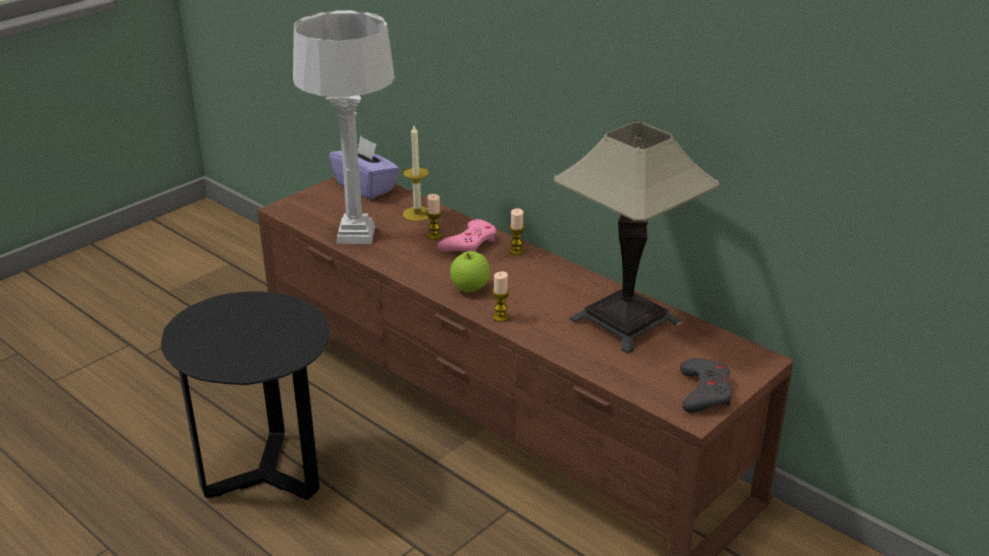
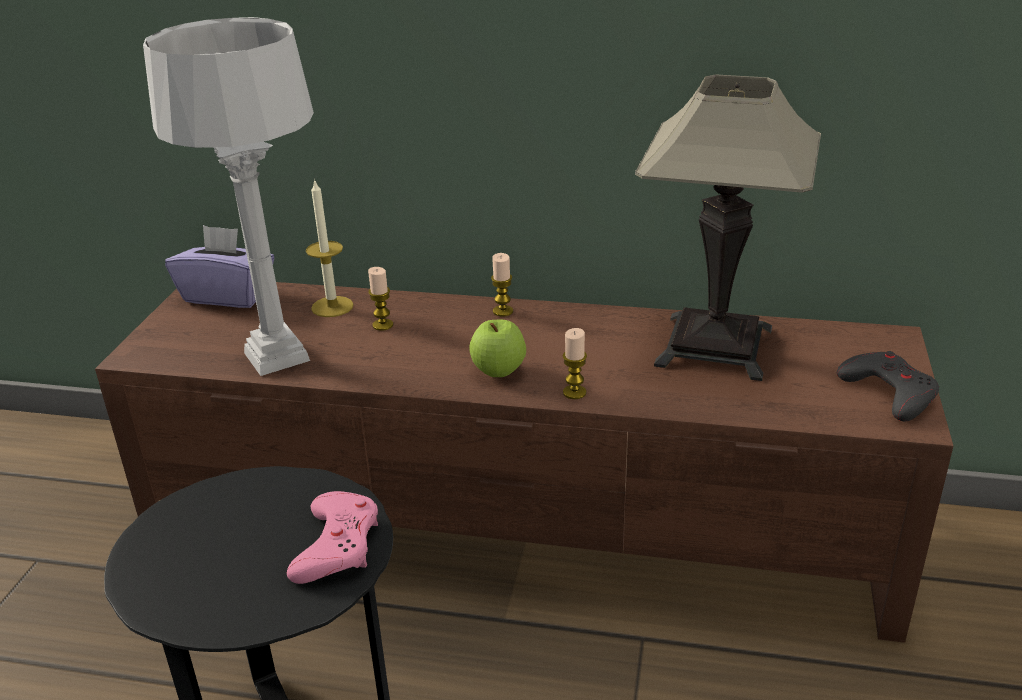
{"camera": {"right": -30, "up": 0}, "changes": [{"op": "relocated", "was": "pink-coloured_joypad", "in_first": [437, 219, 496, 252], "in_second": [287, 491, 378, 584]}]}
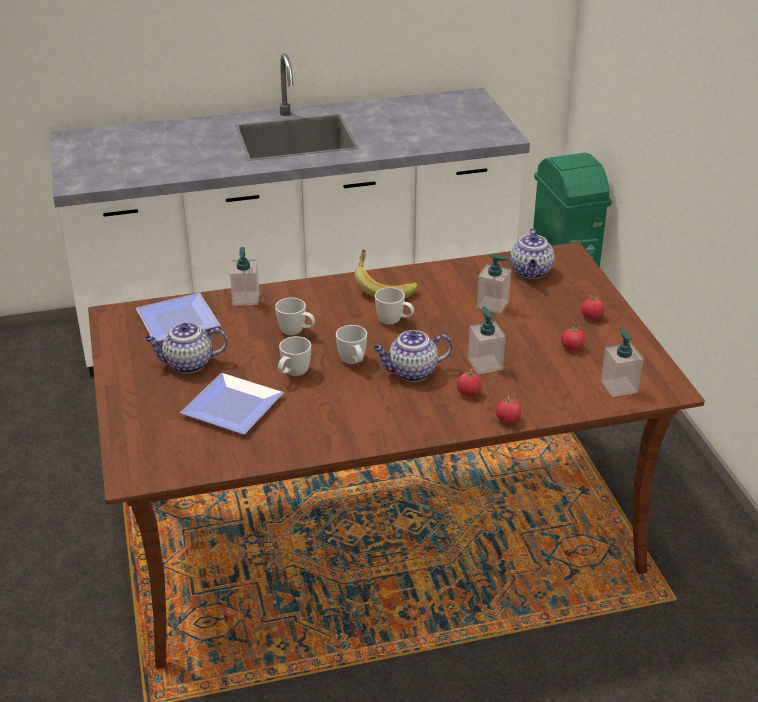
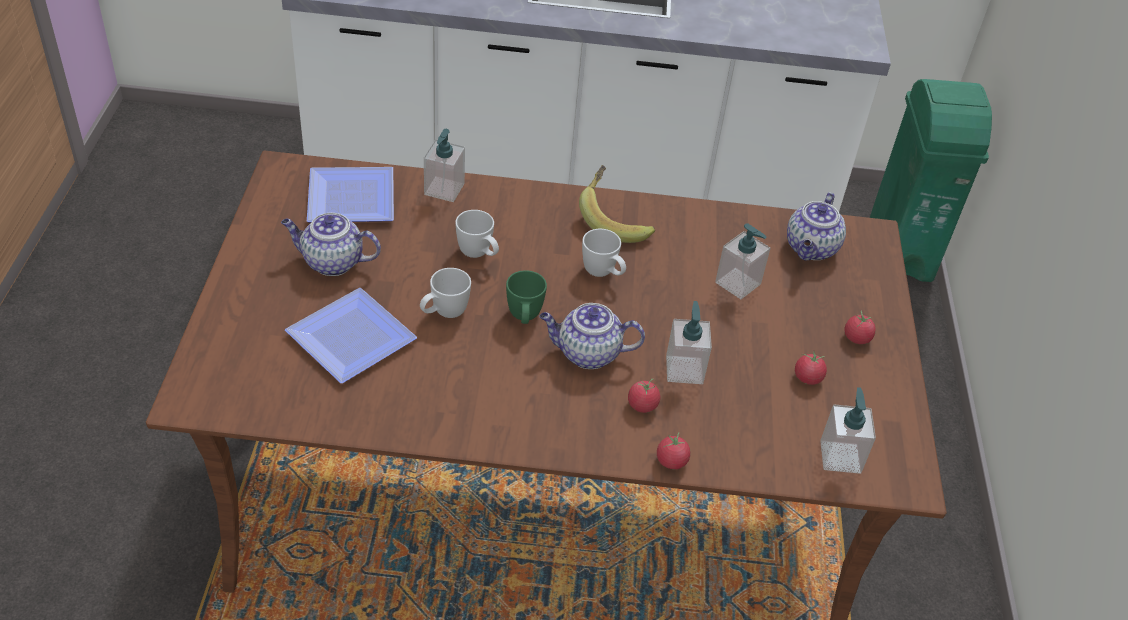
{"camera": {"right": 15, "up": 10}, "changes": [{"op": "colour", "was": "whitish_coffee_mug", "now": "greenish_coffee_mug", "in_first": [336, 325, 367, 364], "in_second": [506, 270, 547, 324]}]}
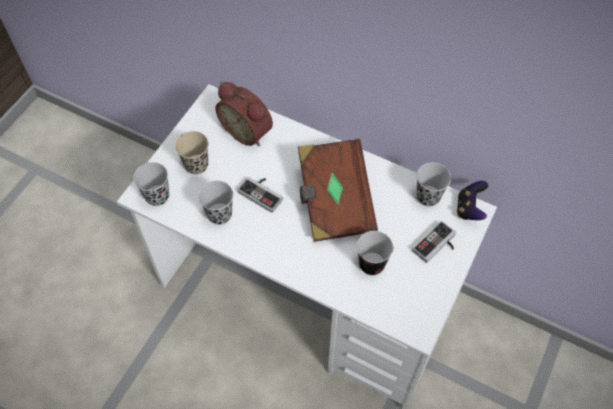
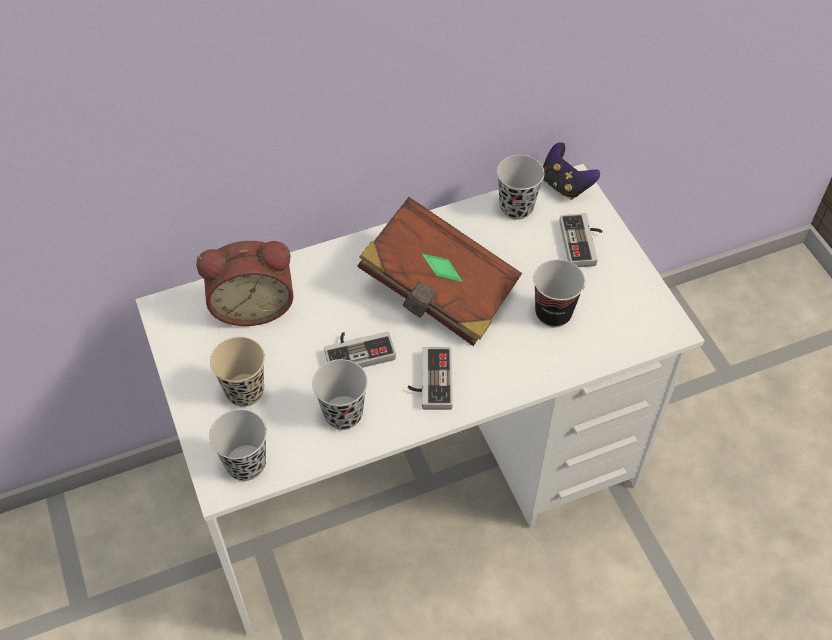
{"camera": {"right": -50, "up": -5}, "changes": [{"op": "appeared", "now": "joypad", "in_second": [407, 348, 453, 410]}]}
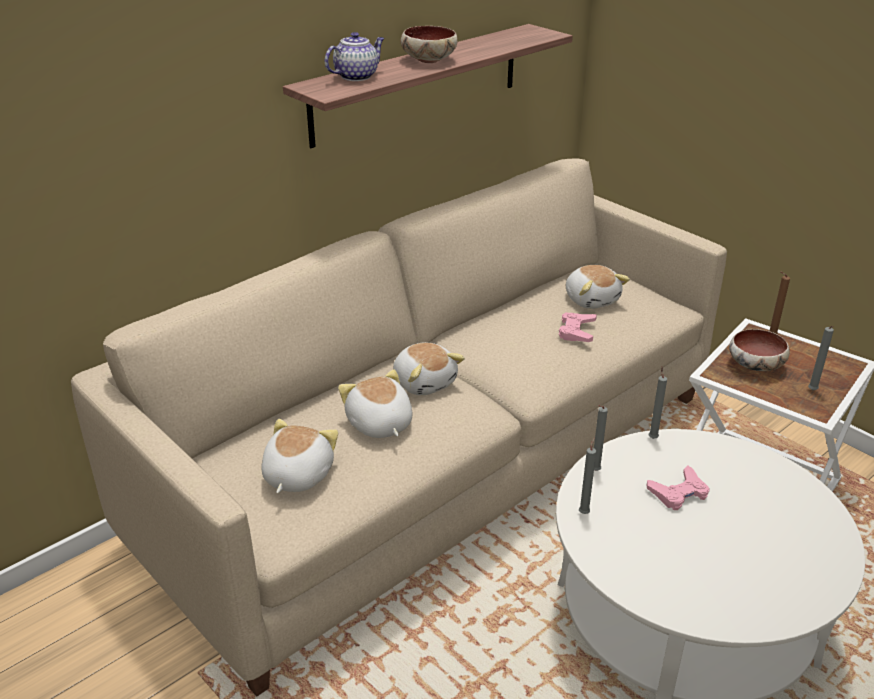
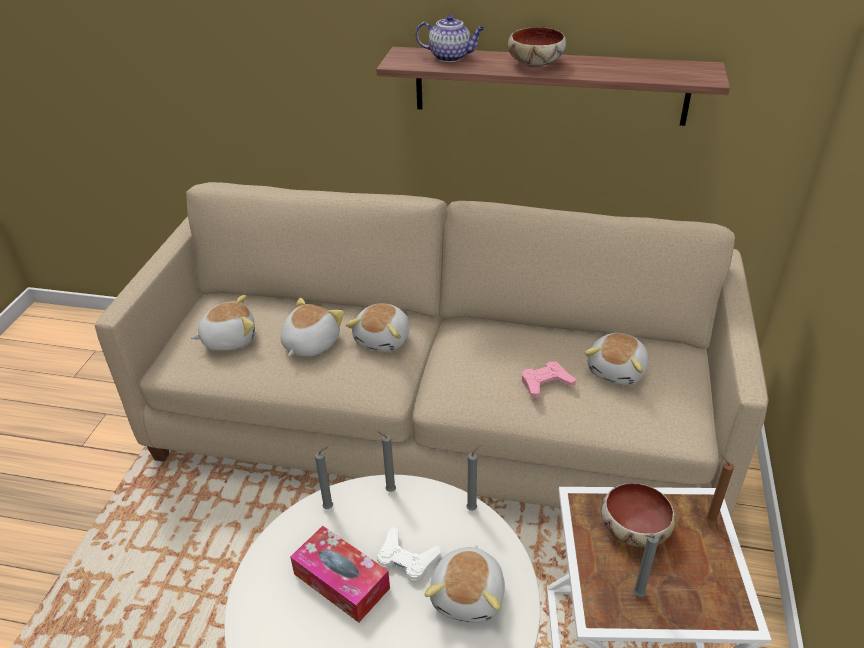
{"camera": {"right": 55, "up": 5}, "changes": [{"op": "colour", "was": "pink-coloured_joypad", "now": "whitish_joypad", "in_first": [647, 465, 710, 510], "in_second": [377, 527, 441, 582]}, {"op": "appeared", "now": "tissue_holder", "in_second": [290, 526, 390, 623]}, {"op": "appeared", "now": "soft_toy", "in_second": [425, 545, 505, 623]}]}
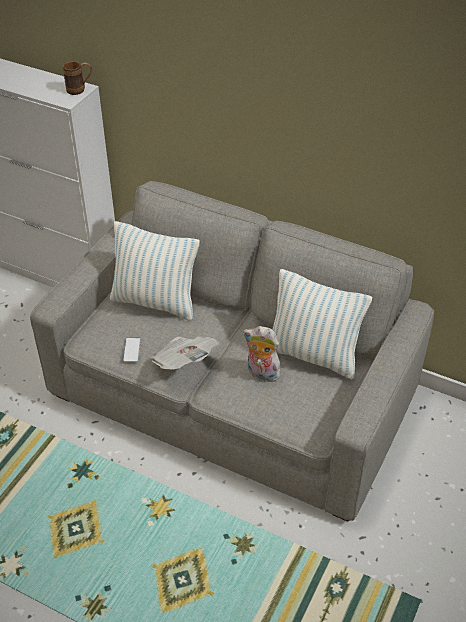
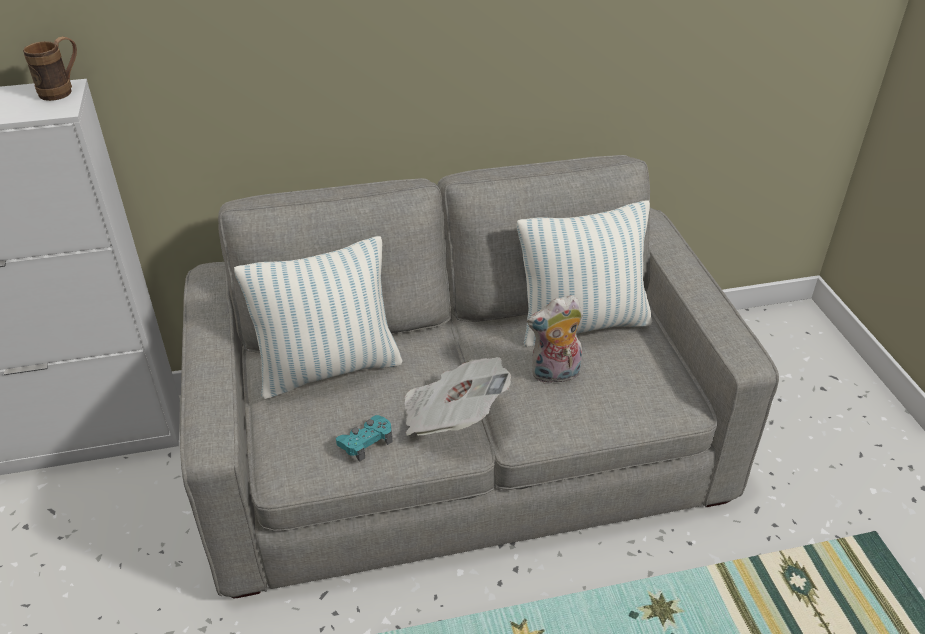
{"camera": {"right": -40, "up": -5}, "changes": [{"op": "exchanged", "was": "phone", "now": "turquoise-coloured_joypad", "in_first": [123, 338, 141, 362], "in_second": [336, 415, 393, 462]}]}
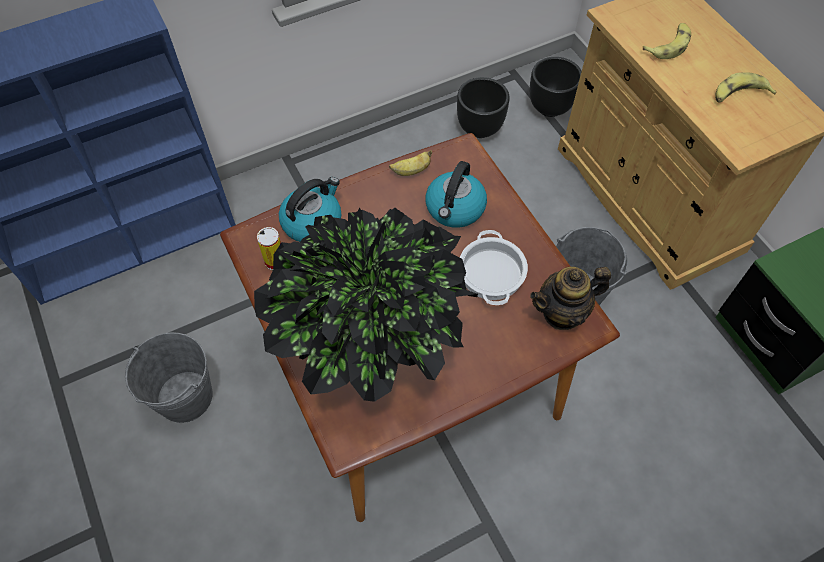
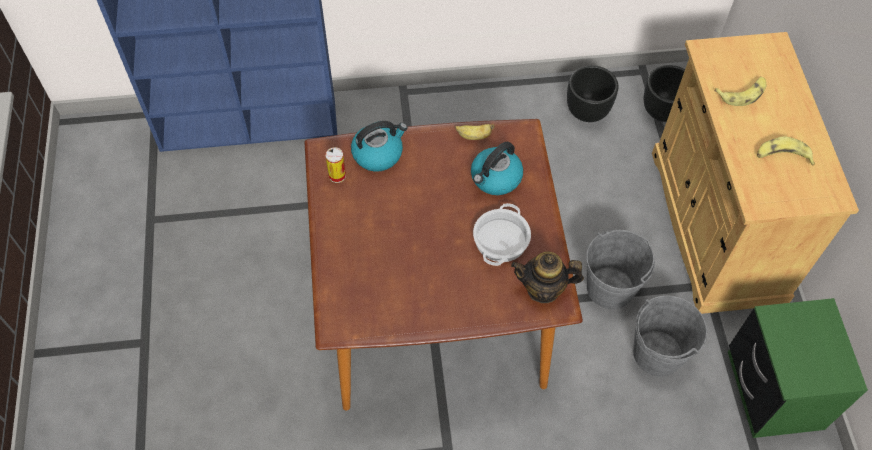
{"camera": {"right": 20, "up": 0}, "changes": [{"op": "relocated", "was": "greyish_bucket", "in_first": [125, 332, 213, 423], "in_second": [633, 295, 707, 376]}, {"op": "missing", "was": "plant_in_a_pot", "in_first": [254, 207, 478, 402]}]}
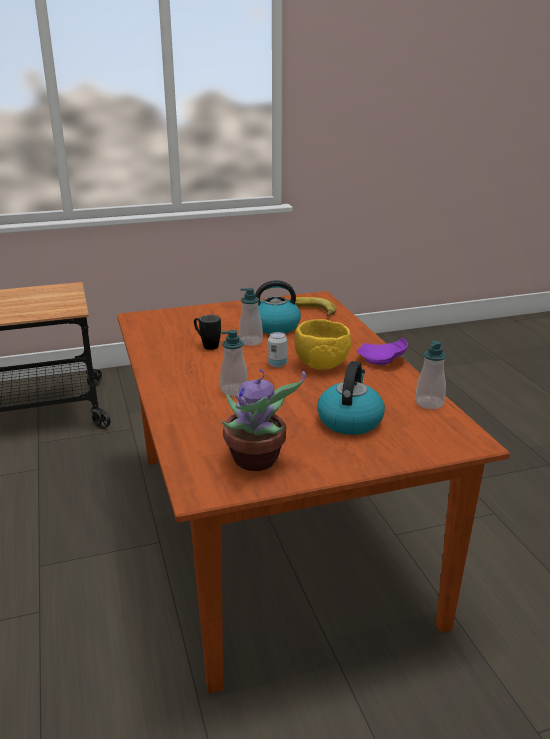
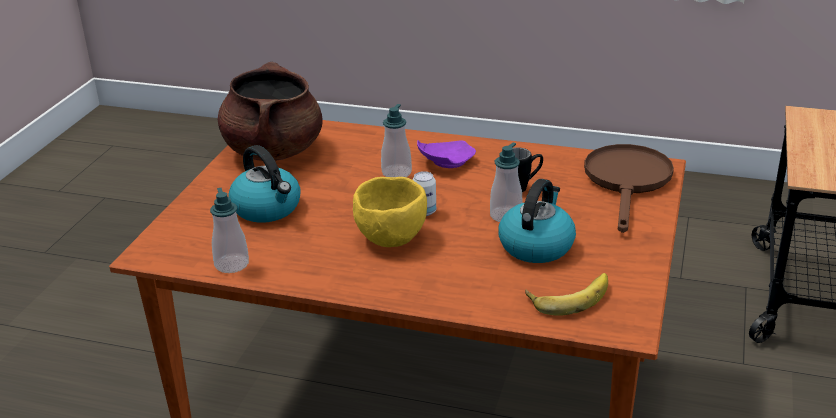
{"camera": {"right": 125, "up": 5}, "changes": [{"op": "exchanged", "was": "plant_in_a_pot", "now": "brown_saucepot", "in_first": [222, 369, 306, 471], "in_second": [218, 62, 323, 161]}, {"op": "relocated", "was": "purplish_dinner_plate", "in_first": [357, 338, 408, 365], "in_second": [417, 140, 476, 168]}, {"op": "appeared", "now": "brown_pan", "in_second": [584, 144, 674, 233]}]}
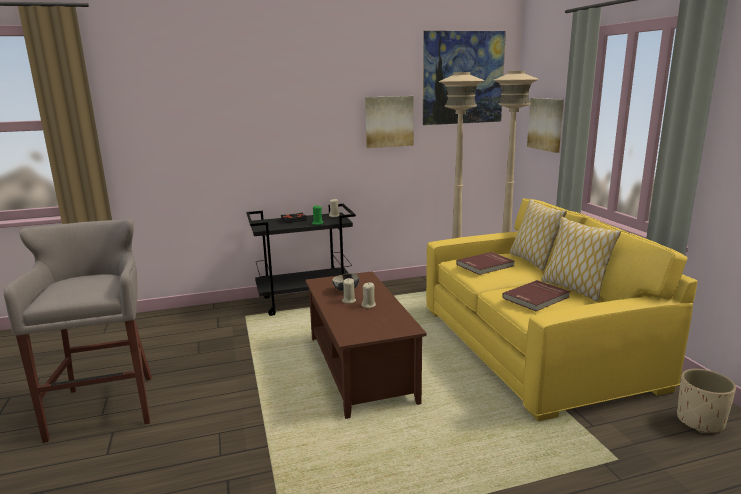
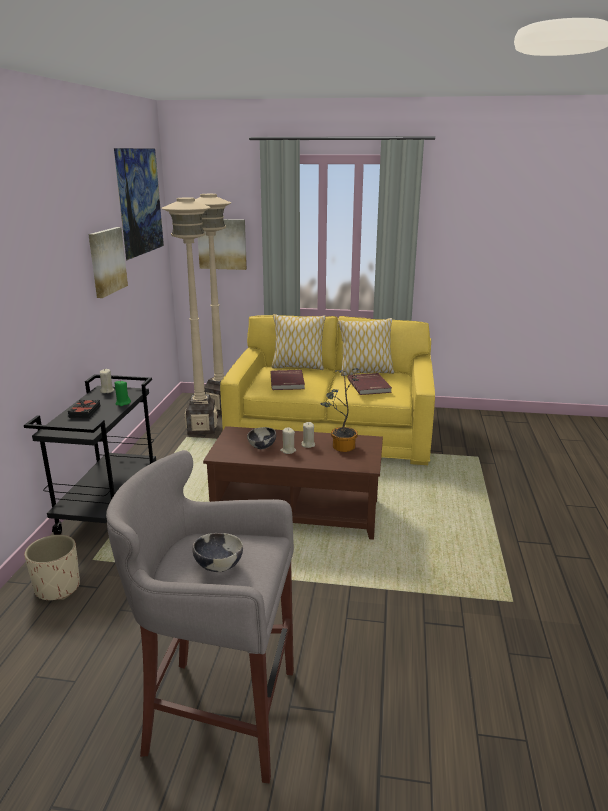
{"camera": {"right": -65, "up": 5}, "changes": [{"op": "relocated", "was": "sand-coloured_planter", "in_first": [677, 369, 736, 433], "in_second": [24, 535, 80, 600]}, {"op": "appeared", "now": "serving_bowl", "in_second": [192, 533, 243, 572]}, {"op": "appeared", "now": "plant_in_a_pot", "in_second": [320, 368, 359, 452]}]}
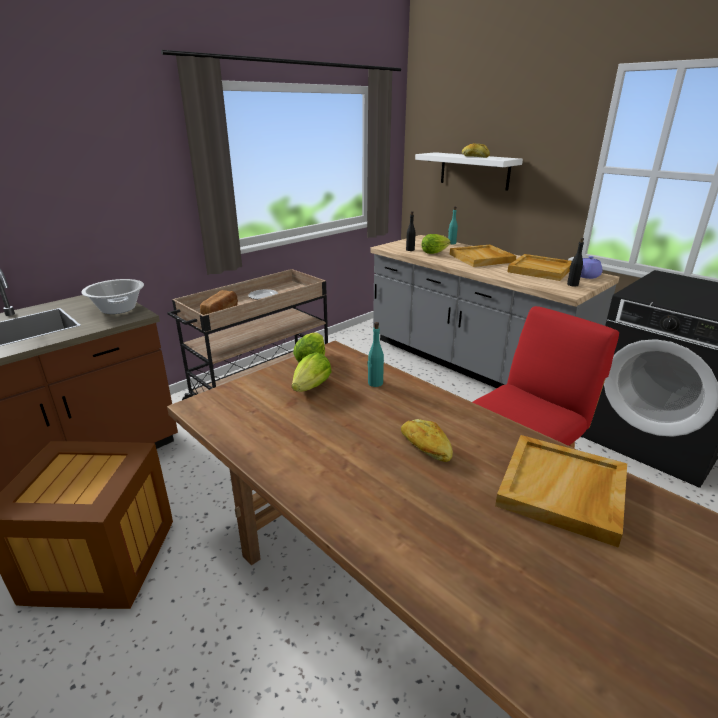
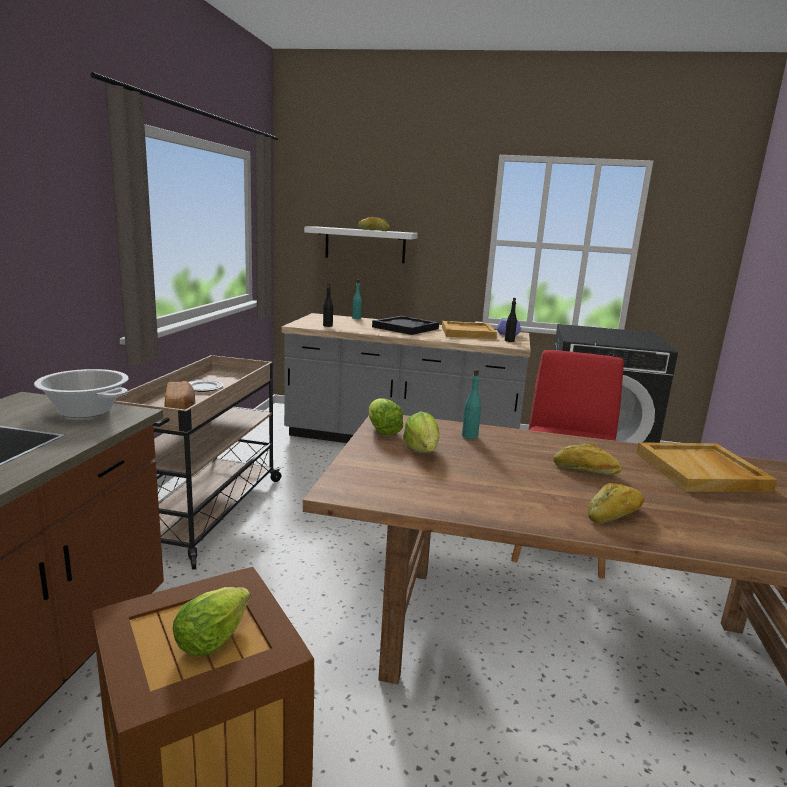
{"camera": {"right": -35, "up": -10}, "changes": [{"op": "relocated", "was": "head_of_lettuce", "in_first": [421, 234, 451, 254], "in_second": [173, 587, 250, 656]}, {"op": "colour", "was": "sand-coloured_tray", "now": "black_tray", "in_first": [450, 245, 516, 267], "in_second": [372, 316, 439, 335]}, {"op": "appeared", "now": "bread", "in_second": [588, 483, 644, 523]}]}
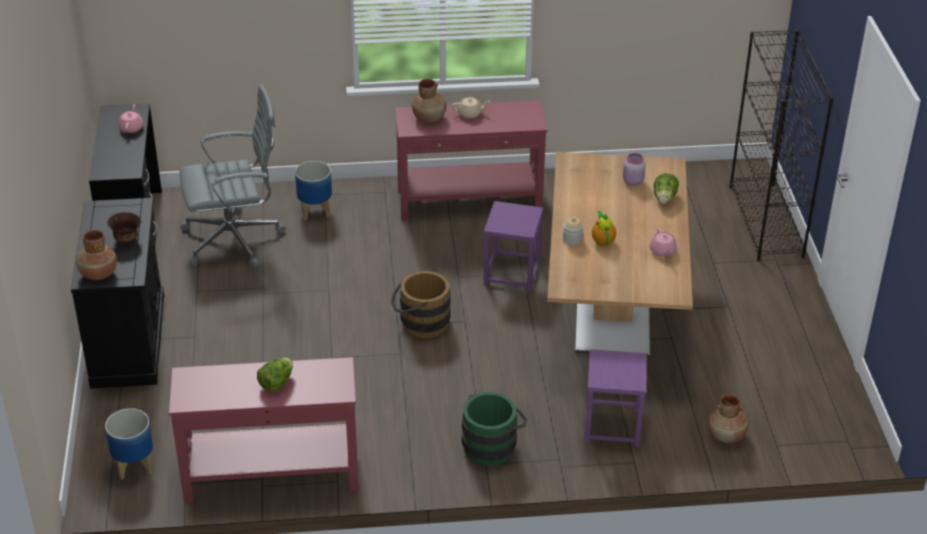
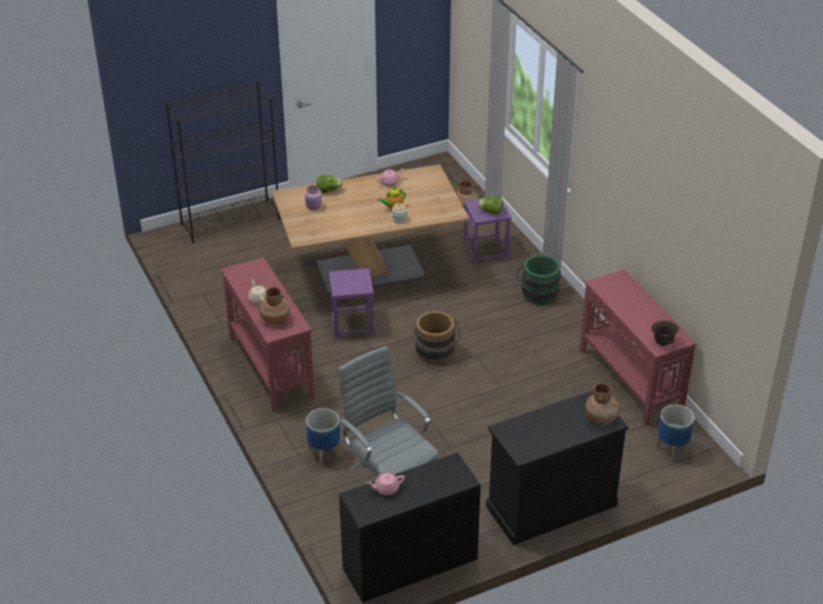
{"camera": {"right": -110, "up": 0}, "changes": [{"op": "relocated", "was": "brown_serving_bowl", "in_first": [107, 212, 141, 244], "in_second": [651, 320, 679, 346]}, {"op": "relocated", "was": "head_of_lettuce", "in_first": [257, 358, 293, 391], "in_second": [478, 196, 503, 214]}]}
